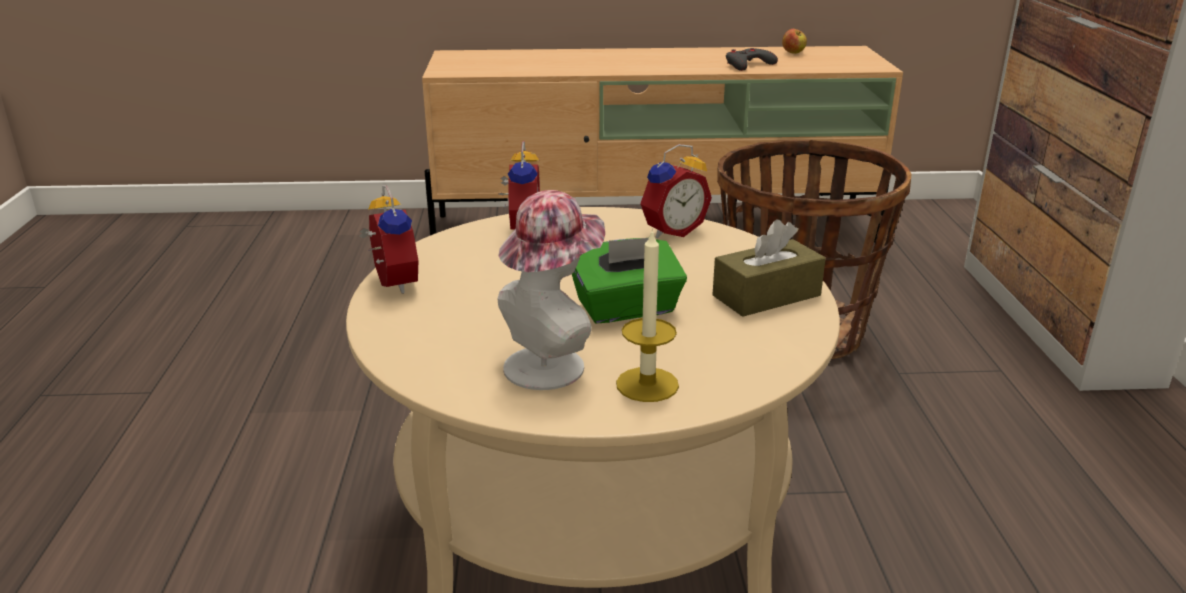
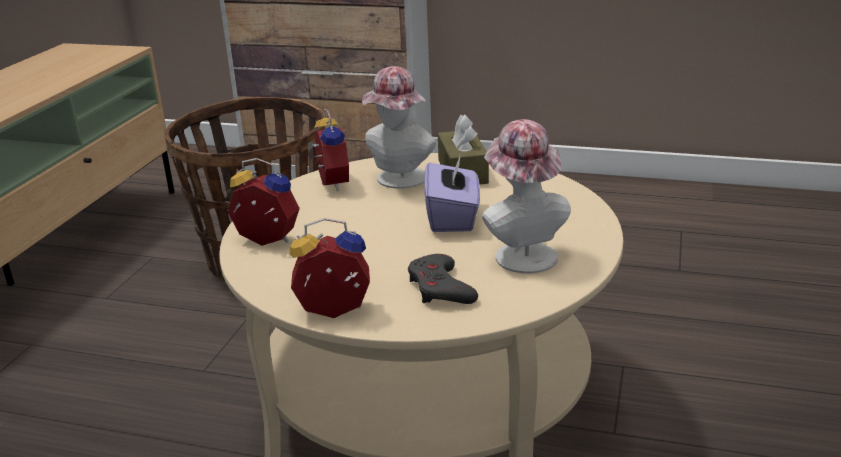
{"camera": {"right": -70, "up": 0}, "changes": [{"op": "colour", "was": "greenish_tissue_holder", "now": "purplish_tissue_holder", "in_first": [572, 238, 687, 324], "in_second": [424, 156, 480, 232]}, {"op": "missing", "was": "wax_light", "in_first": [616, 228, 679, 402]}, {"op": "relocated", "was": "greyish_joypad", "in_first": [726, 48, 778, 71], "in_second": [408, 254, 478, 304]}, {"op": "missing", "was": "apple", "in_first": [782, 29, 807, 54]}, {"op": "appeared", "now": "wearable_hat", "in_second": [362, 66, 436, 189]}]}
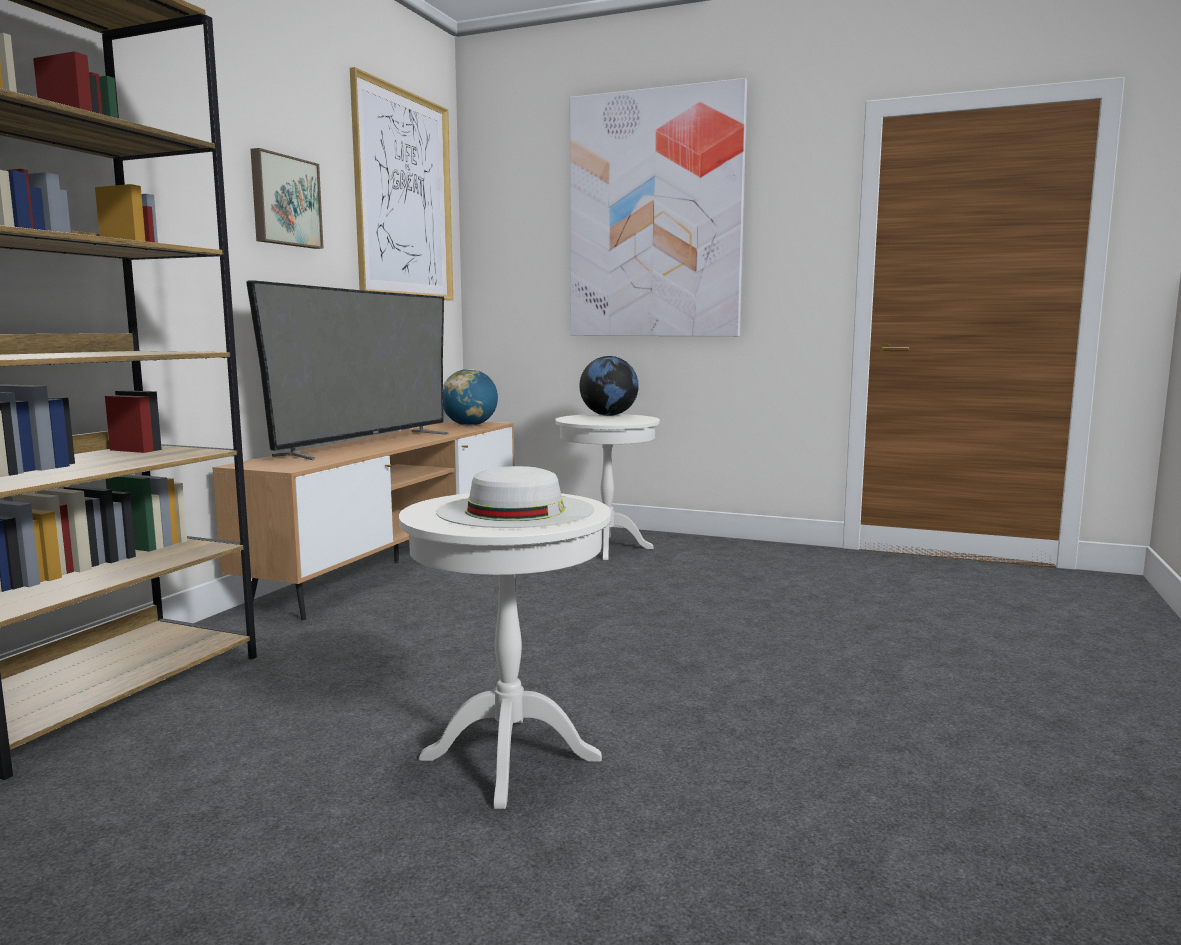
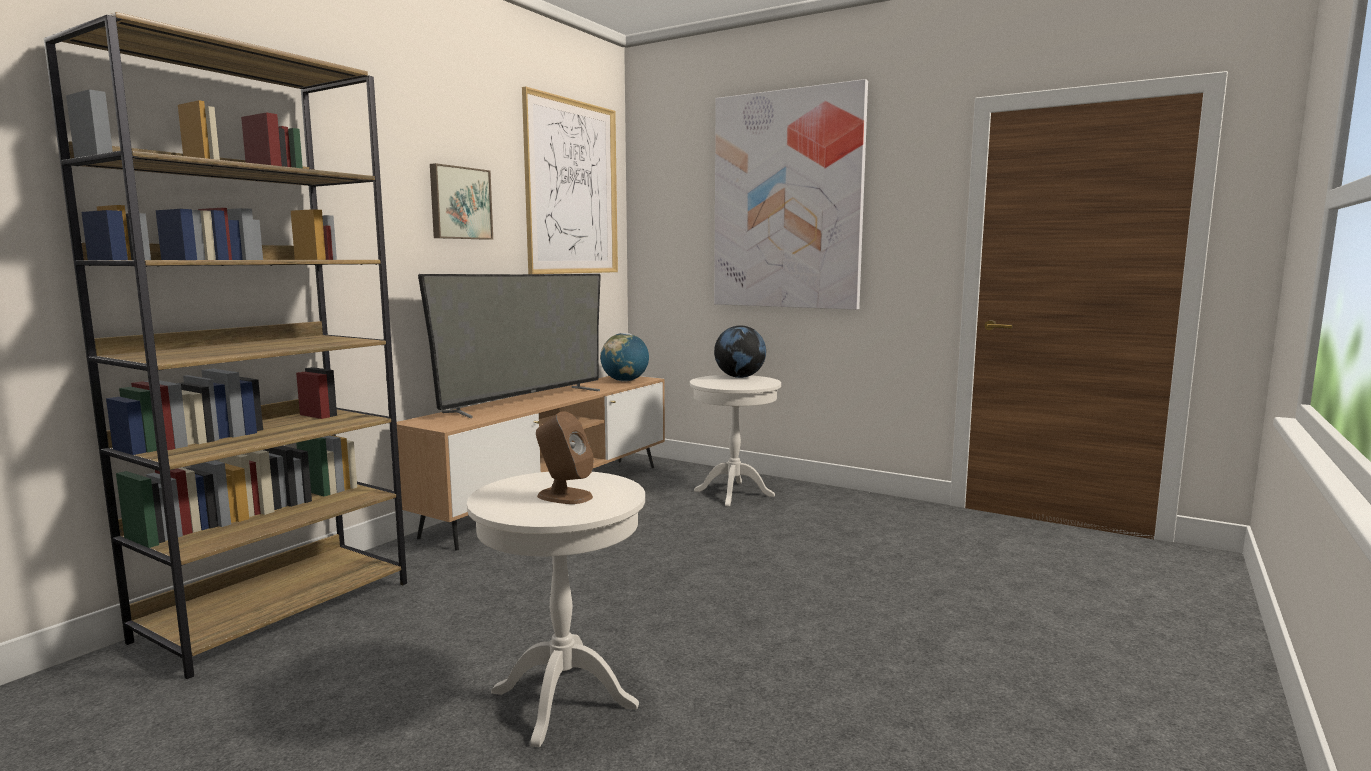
{"camera": {"right": 10, "up": 0}, "changes": [{"op": "exchanged", "was": "whitish_wearable_hat", "now": "brown_speaker", "in_first": [436, 466, 594, 528], "in_second": [536, 411, 594, 504]}]}
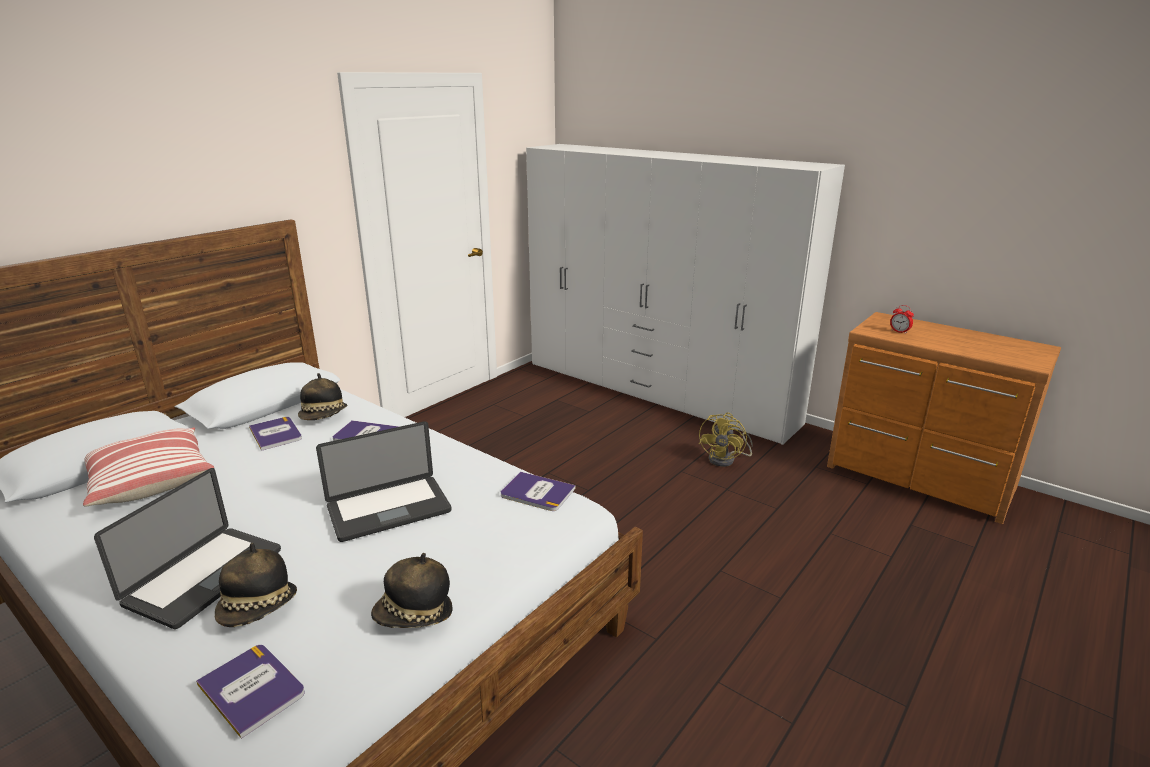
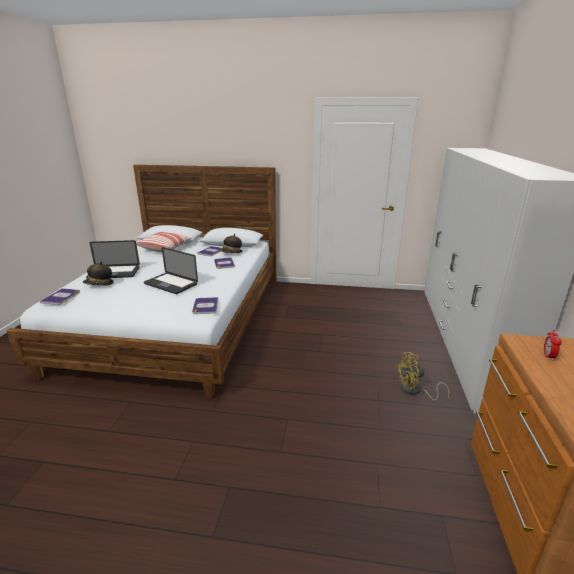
{"camera": {"right": 60, "up": 0}, "changes": [{"op": "missing", "was": "wearable_hat", "in_first": [371, 553, 453, 628]}]}
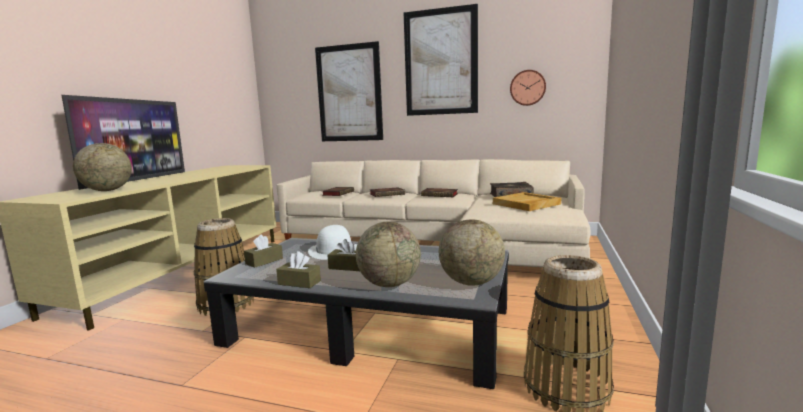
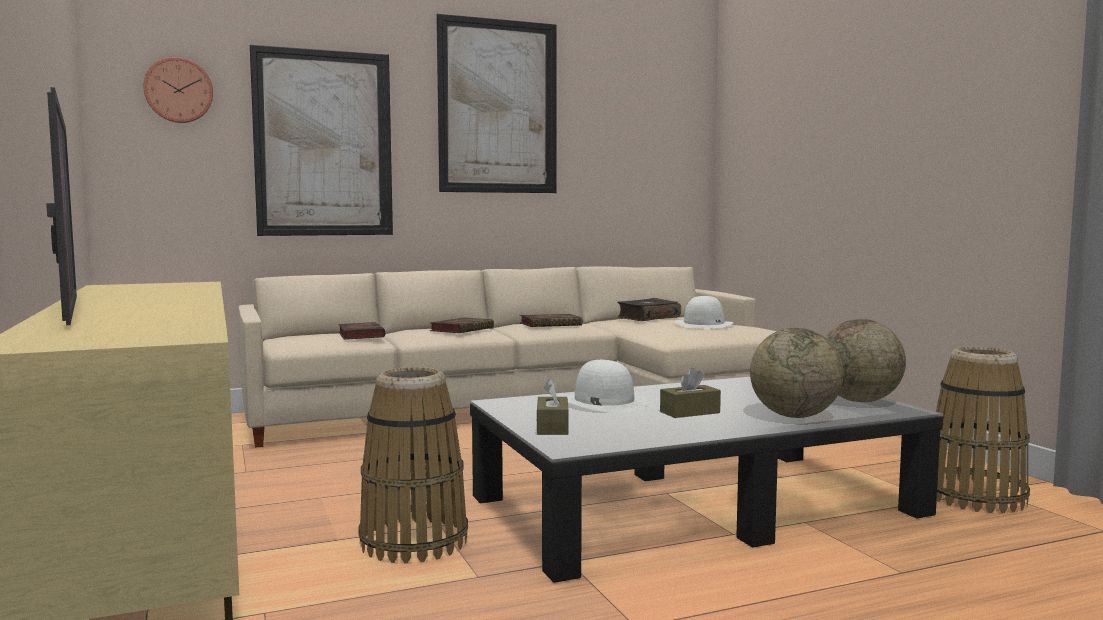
{"camera": {"right": -40, "up": -5}, "changes": [{"op": "missing", "was": "globe", "in_first": [73, 143, 132, 191]}, {"op": "missing", "was": "brown_tissue_holder", "in_first": [276, 251, 321, 288]}, {"op": "exchanged", "was": "sand-coloured_tray", "now": "whitish_wearable_hat", "in_first": [493, 192, 561, 211], "in_second": [675, 296, 734, 329]}, {"op": "relocated", "was": "wall_clock", "in_first": [510, 70, 546, 106], "in_second": [144, 57, 213, 123]}]}
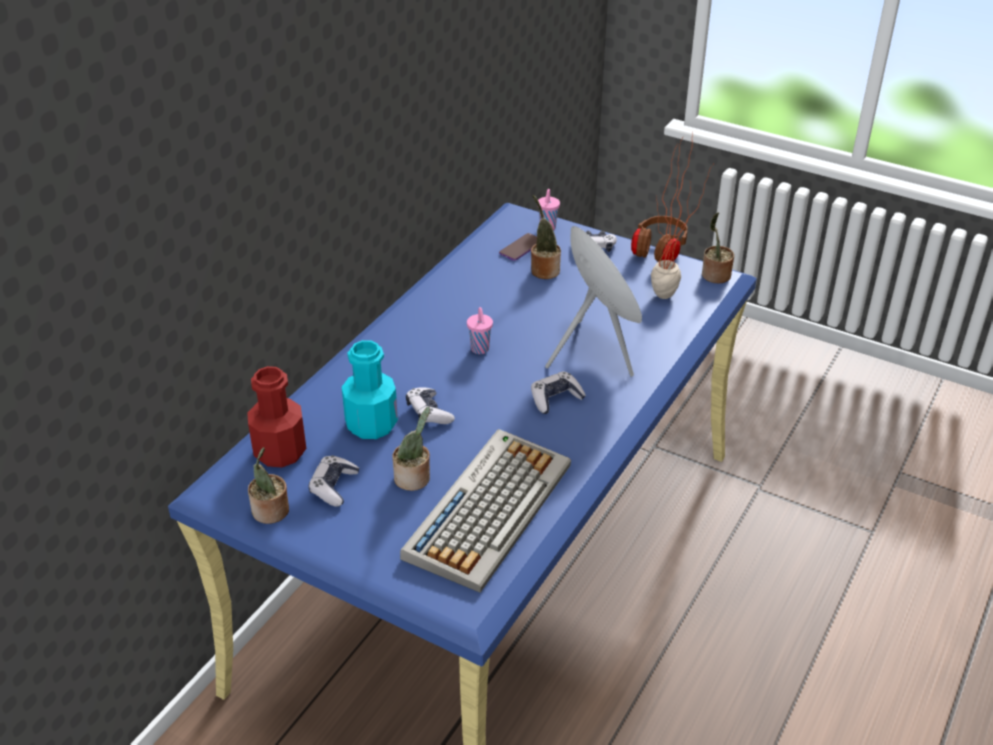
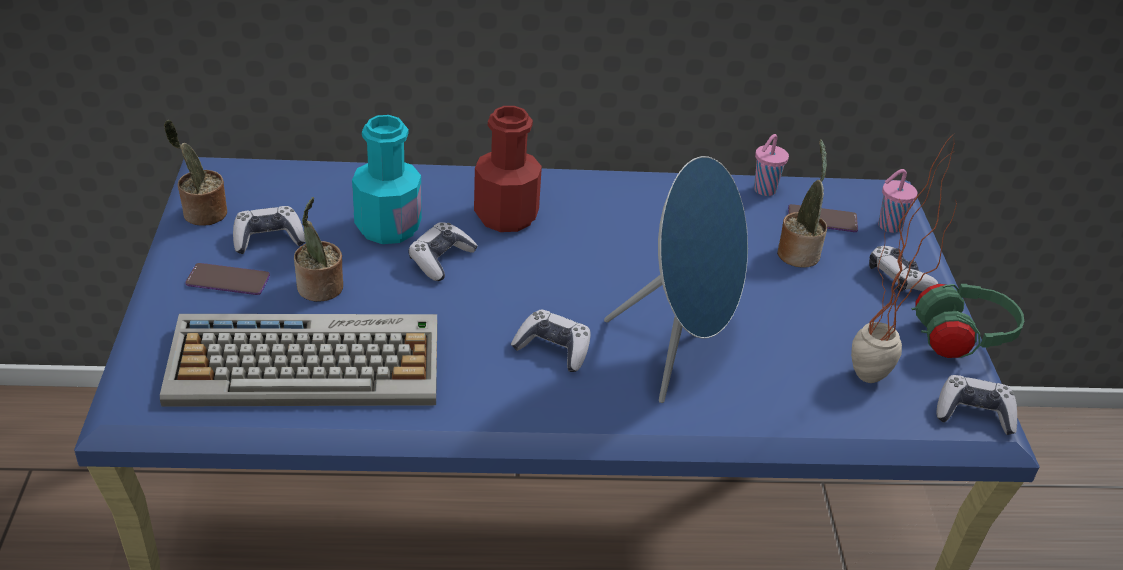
{"camera": {"right": 55, "up": 0}, "changes": [{"op": "relocated", "was": "reddish_drink_bottle", "in_first": [247, 366, 306, 467], "in_second": [474, 106, 542, 232]}, {"op": "relocated", "was": "pink-coloured_drinking_cup", "in_first": [467, 307, 493, 354], "in_second": [754, 134, 789, 196]}, {"op": "colour", "was": "brown_headphones", "now": "greenish_headphones", "in_first": [631, 216, 688, 262], "in_second": [912, 284, 1024, 358]}, {"op": "exchanged", "was": "plant_in_a_pot", "now": "joypad", "in_first": [702, 212, 734, 283], "in_second": [936, 375, 1017, 435]}, {"op": "appeared", "now": "phone", "in_second": [185, 263, 270, 295]}]}
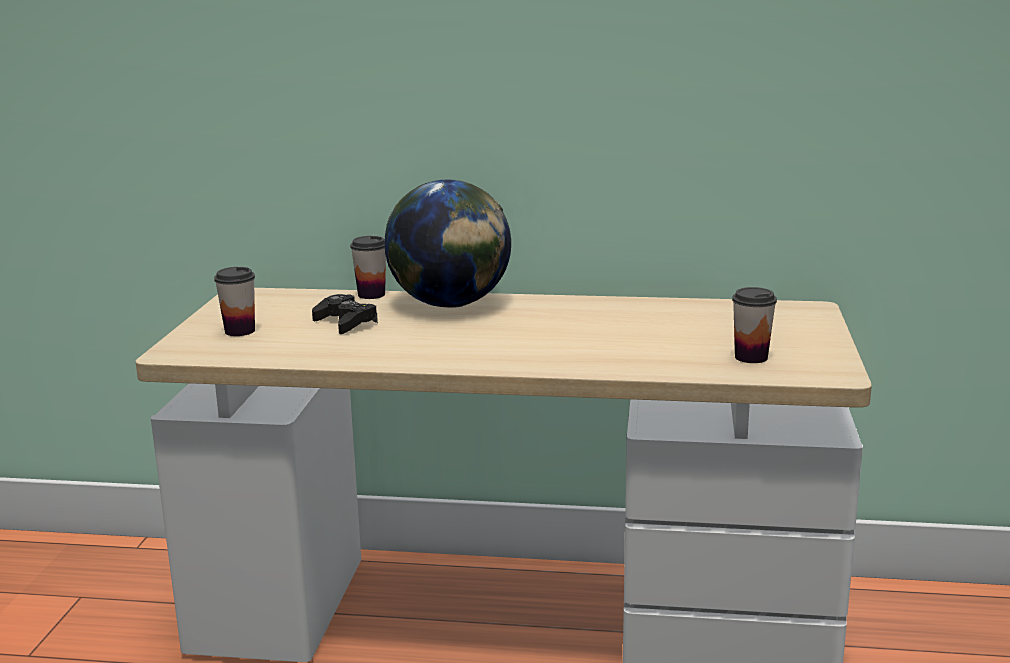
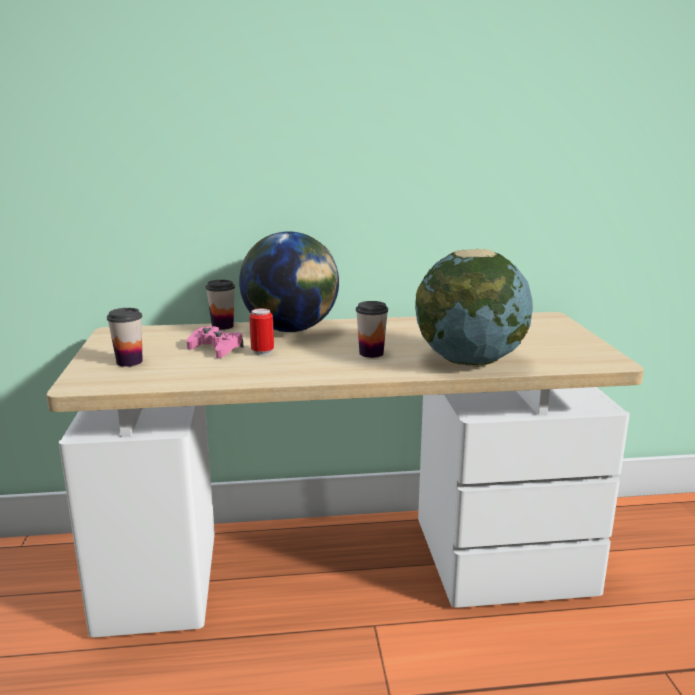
{"camera": {"right": -15, "up": 0}, "changes": [{"op": "colour", "was": "black_joypad", "now": "pink-coloured_joypad", "in_first": [312, 294, 378, 334], "in_second": [187, 326, 243, 359]}, {"op": "relocated", "was": "drinking_cup", "in_first": [732, 287, 777, 363], "in_second": [356, 301, 388, 358]}, {"op": "appeared", "now": "sealed_can", "in_second": [249, 308, 274, 356]}, {"op": "appeared", "now": "globe", "in_second": [415, 249, 533, 367]}]}
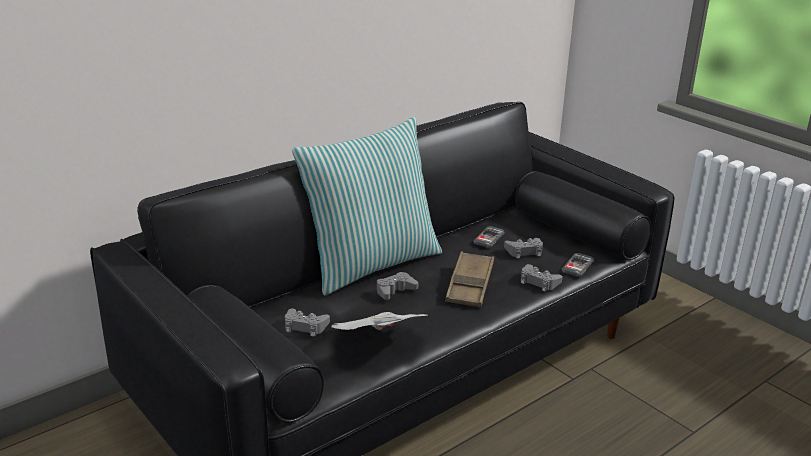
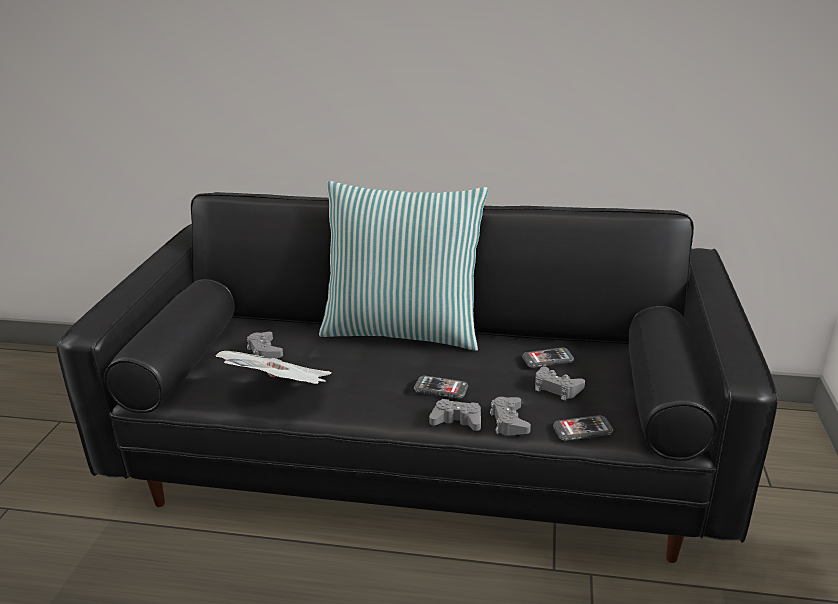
{"camera": {"right": 50, "up": 0}, "changes": [{"op": "relocated", "was": "greyish_joypad", "in_first": [377, 272, 418, 300], "in_second": [429, 399, 481, 431]}, {"op": "exchanged", "was": "brown_tray", "now": "phone", "in_first": [445, 251, 494, 308], "in_second": [414, 376, 468, 399]}]}
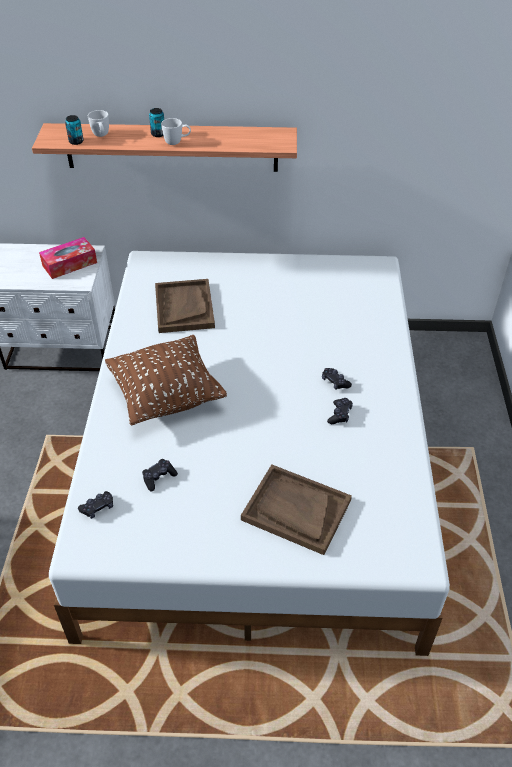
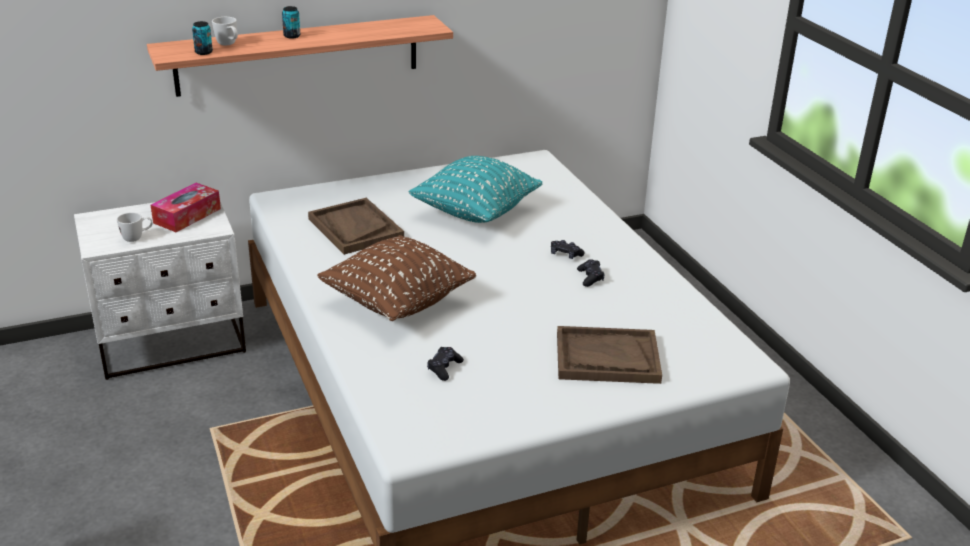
{"camera": {"right": -25, "up": -15}, "changes": [{"op": "missing", "was": "black_joypad", "in_first": [78, 491, 113, 519]}, {"op": "relocated", "was": "whitish_coffee_mug", "in_first": [161, 118, 191, 145], "in_second": [117, 212, 153, 242]}, {"op": "appeared", "now": "turquoise-coloured_throw_pillow", "in_second": [409, 156, 542, 223]}]}
